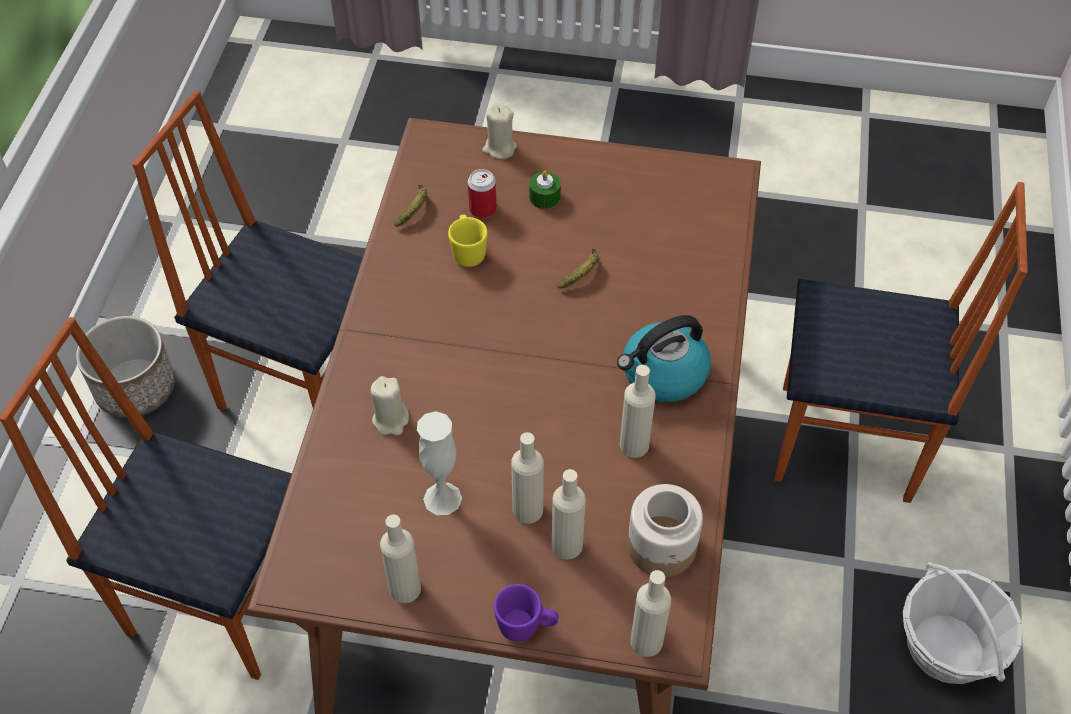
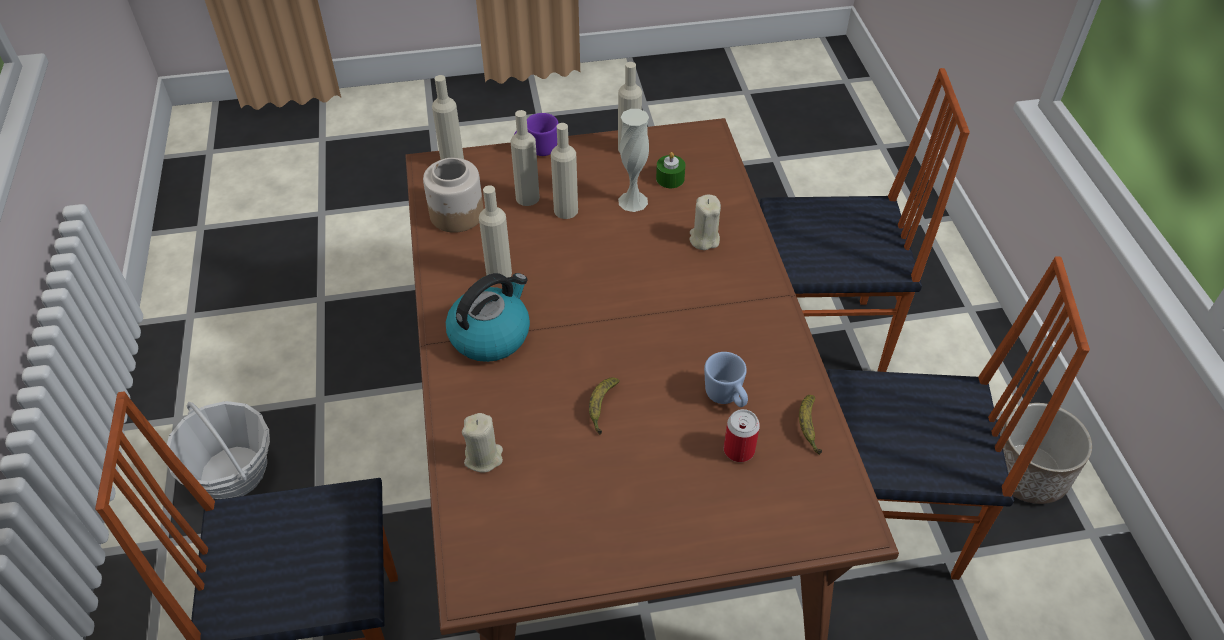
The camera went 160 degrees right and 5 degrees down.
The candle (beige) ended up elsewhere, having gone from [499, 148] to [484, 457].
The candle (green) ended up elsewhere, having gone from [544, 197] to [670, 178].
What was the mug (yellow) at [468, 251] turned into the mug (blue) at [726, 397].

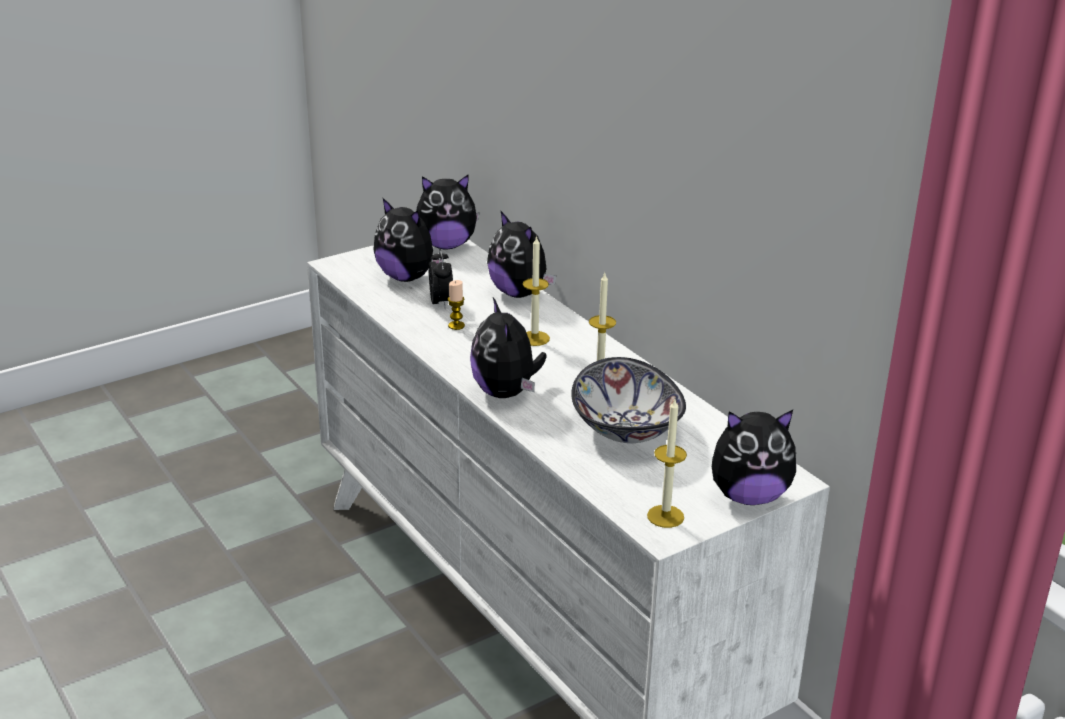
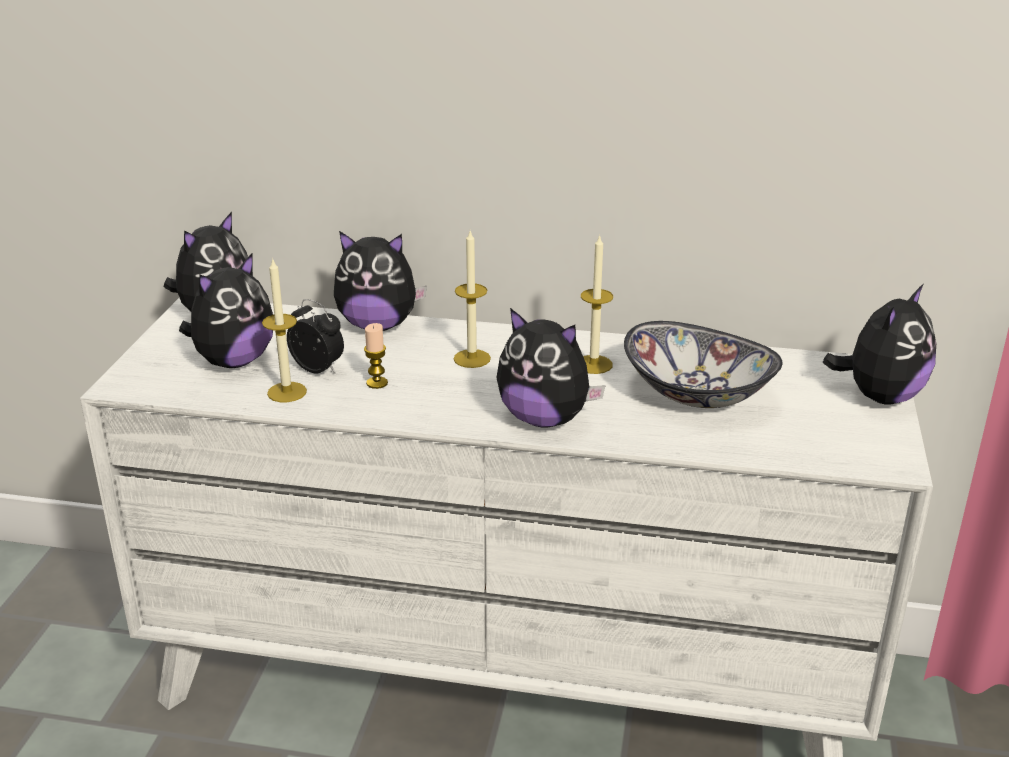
The camera went 45 degrees left and 0 degrees up.
The plush toy at [407, 277] ended up facing another way, 45 degrees counterclockwise from before.
The candle ended up elsewhere, having gone from [665, 516] to [287, 392].

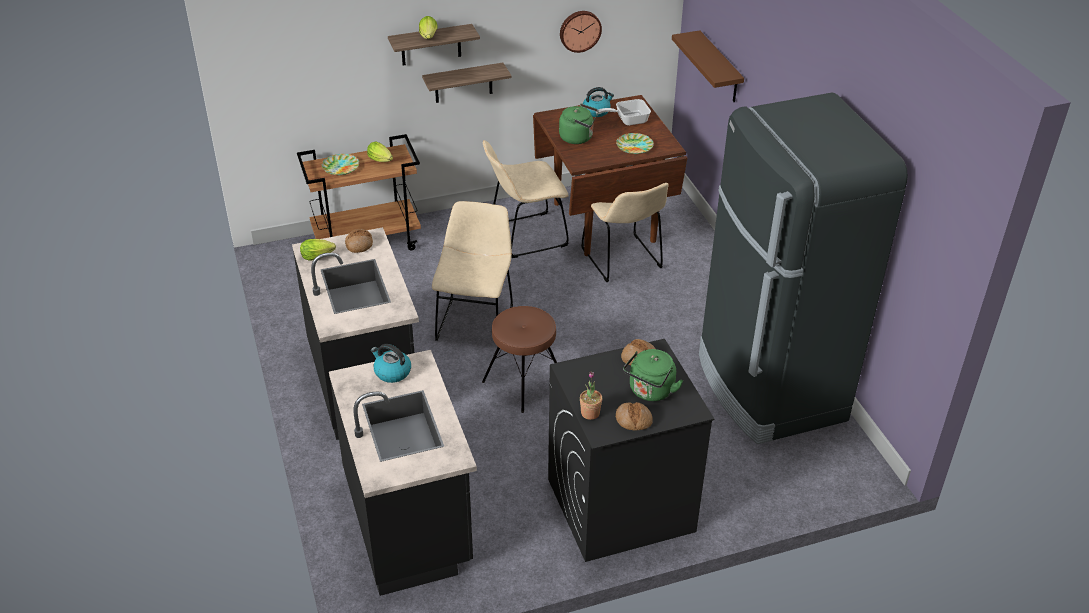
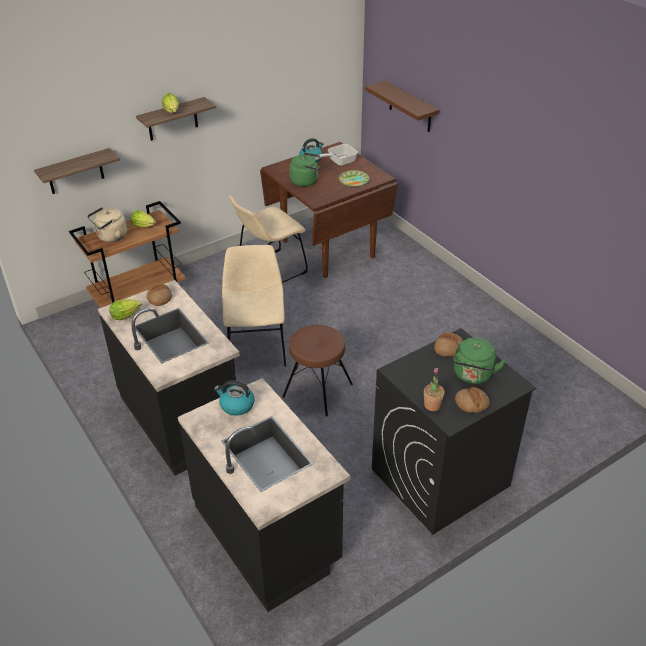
The camera went 15 degrees left and 0 degrees up.
The shelf ended up elsewhere, having gone from [463, 83] to [75, 172].
Where the plate stood at [340, 167], the kettle (beige) came to stand at [110, 237].
The second view lost the wall clock at [579, 30].
The second view lost the chair (beige) at [623, 261].
The second view lost the fridge (black) at [769, 388].

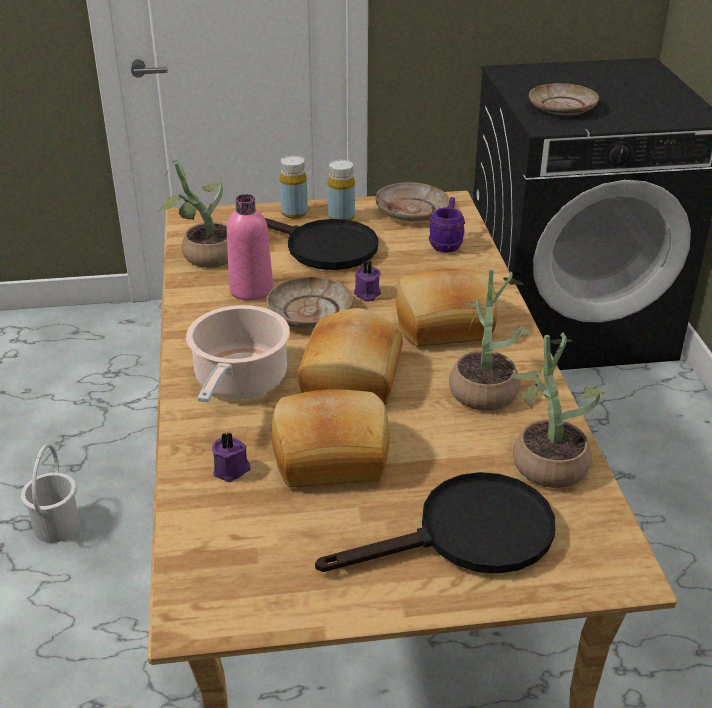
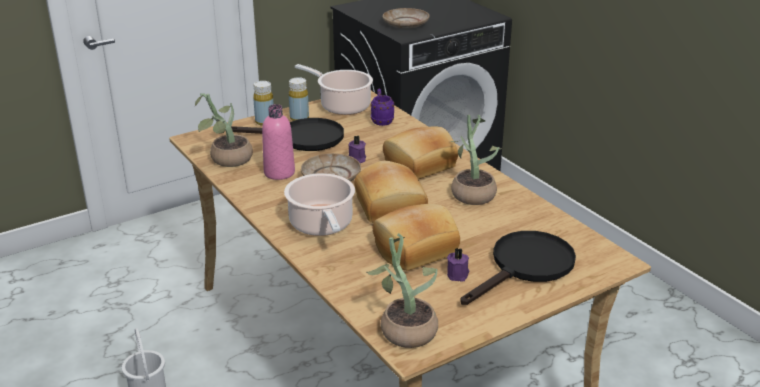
The camera went 25 degrees left and 5 degrees down.
Where the plate (beige) stood at [411, 211], the cooking pot came to stand at [342, 106].
The potted plant ended up elsewhere, having gone from [546, 459] to [404, 328].
The candle (purple) ended up elsewhere, having gone from [232, 470] to [458, 274].

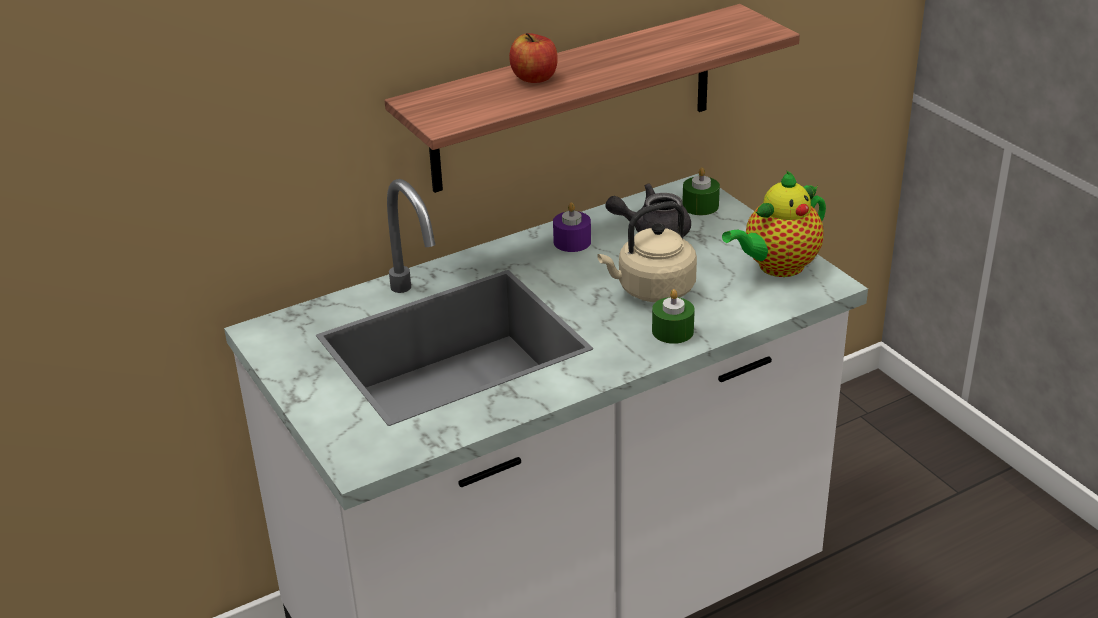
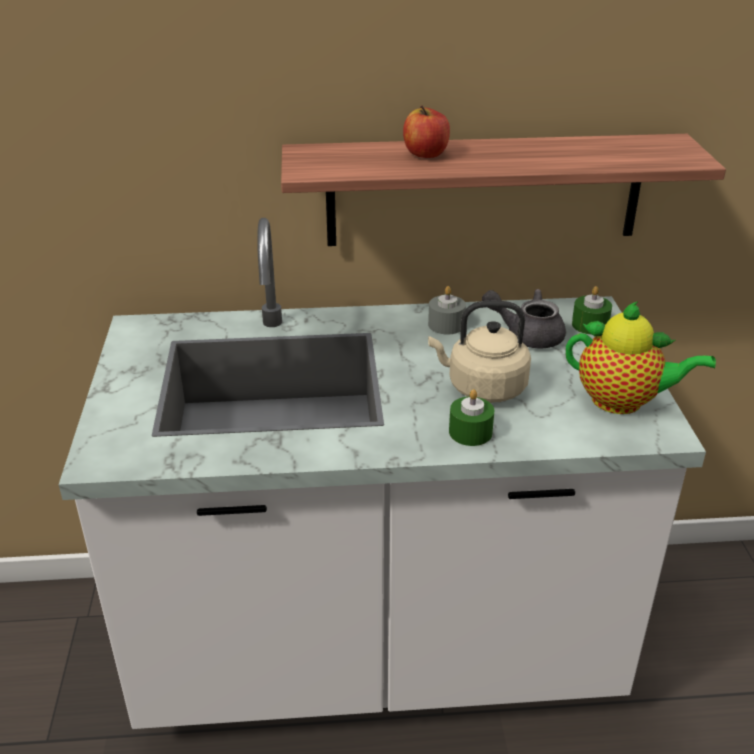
The camera went 25 degrees right and 0 degrees up.
What was the candle (purple) at [572, 242] turned into the candle (grey) at [446, 325].
The teapot at [777, 267] ended up facing another way, 150 degrees counterclockwise from before.

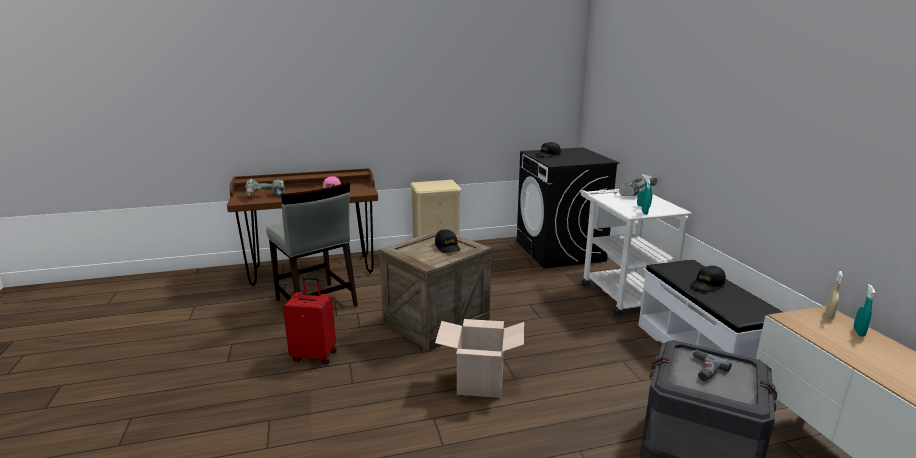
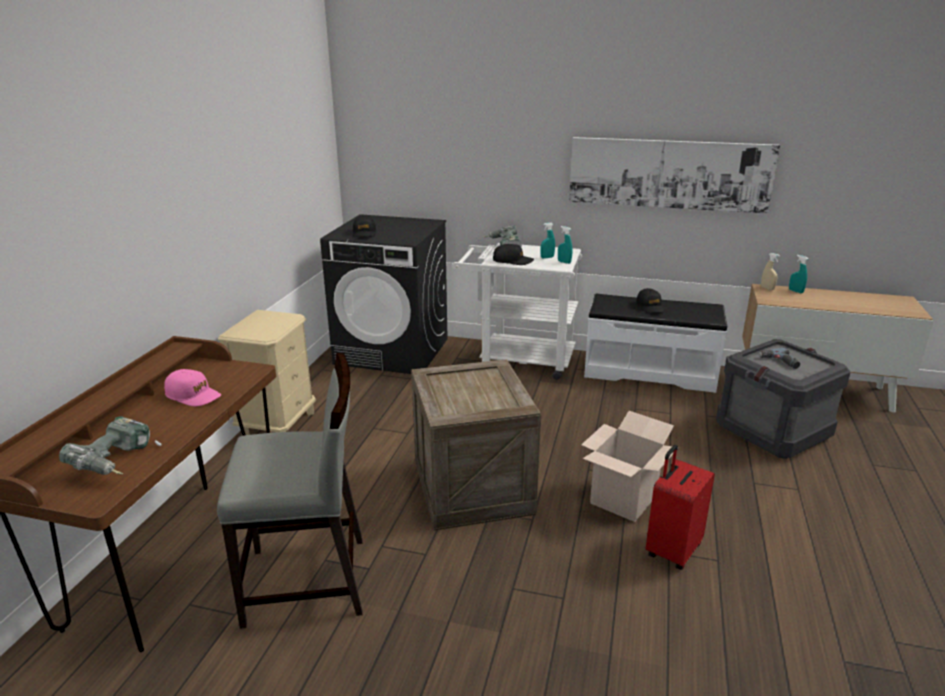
The camera went 60 degrees left and 5 degrees up.
The cap (black) ended up elsewhere, having gone from [447, 247] to [512, 261].
The second view gained the picture at [669, 174].
The suitcase (red) ended up elsewhere, having gone from [314, 355] to [672, 550].

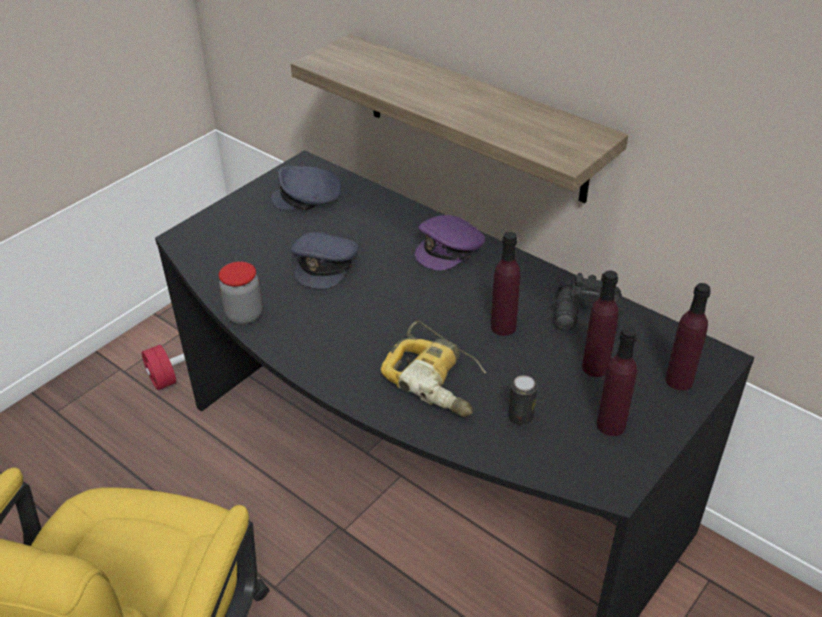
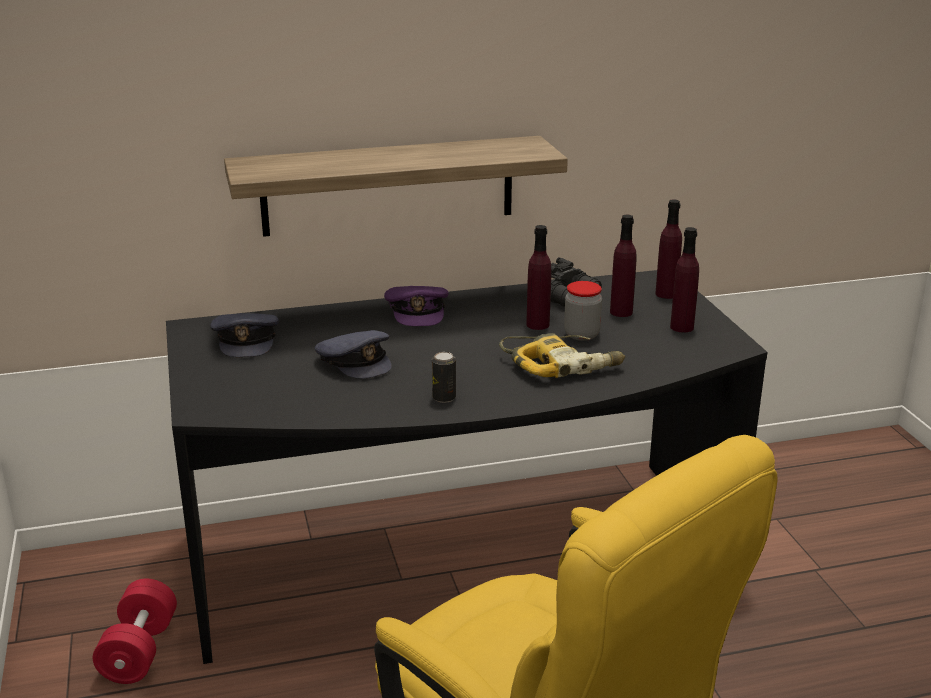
The camera went 55 degrees left and 15 degrees down.
The cap (grey) at [308, 198] ended up facing another way, 45 degrees counterclockwise from before.
The can ended up elsewhere, having gone from [520, 417] to [444, 398].
The jar ended up elsewhere, having gone from [244, 315] to [581, 335].

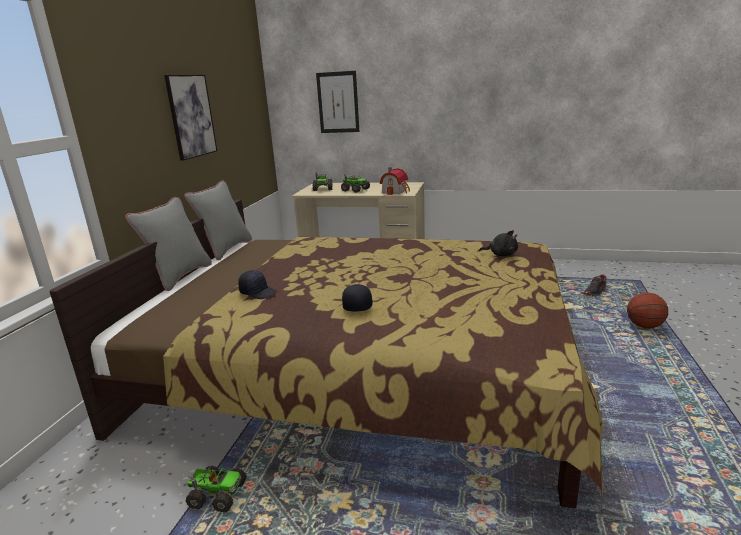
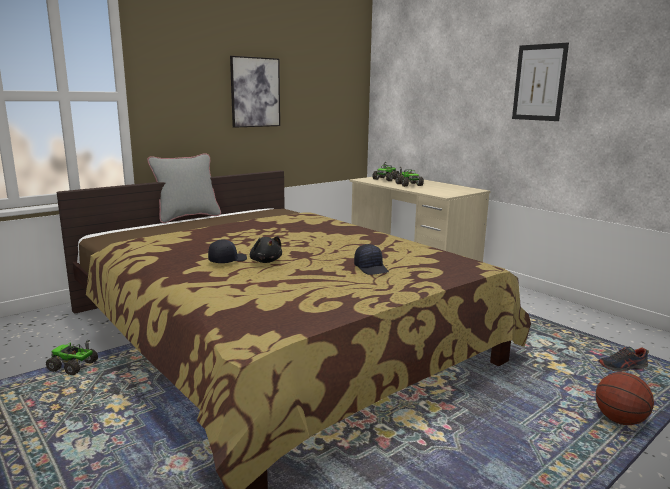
The camera went 35 degrees right and 5 degrees down.
The toy truck at [217, 495] ended up facing another way, 150 degrees clockwise from before.
The plush toy (black) ended up elsewhere, having gone from [501, 254] to [265, 261].
The cap (black) ended up elsewhere, having gone from [258, 292] to [371, 268].
The picture ended up elsewhere, having gone from [338, 102] to [539, 82].
The second view lost the pillow (grey) at [226, 249].
The second view lost the toy house at [396, 191].

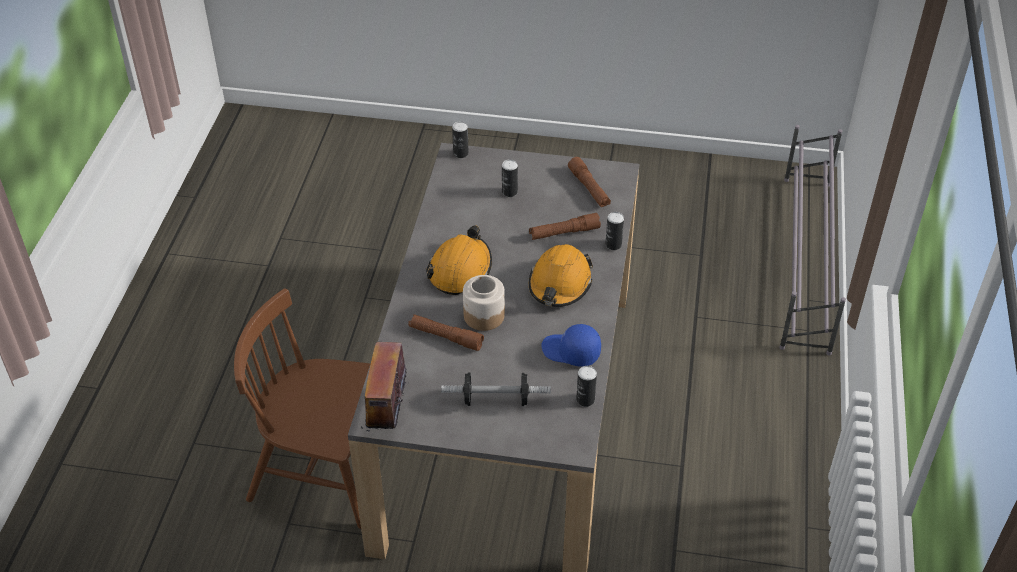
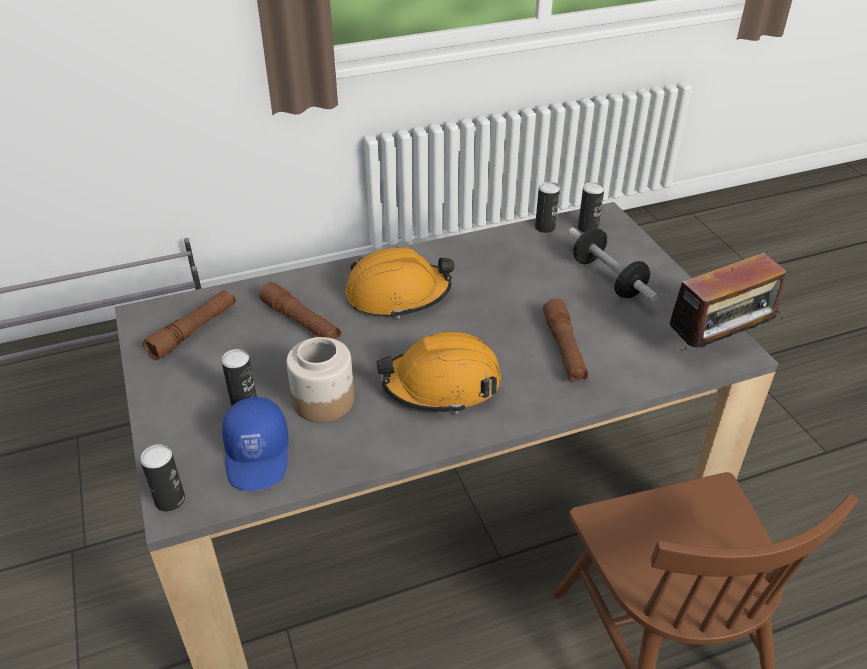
The camera went 120 degrees left and 5 degrees down.
The cap (blue) ended up elsewhere, having gone from [571, 352] to [258, 455].
The jar ended up elsewhere, having gone from [483, 315] to [323, 401].
The can ended up elsewhere, having gone from [613, 245] to [588, 228].

